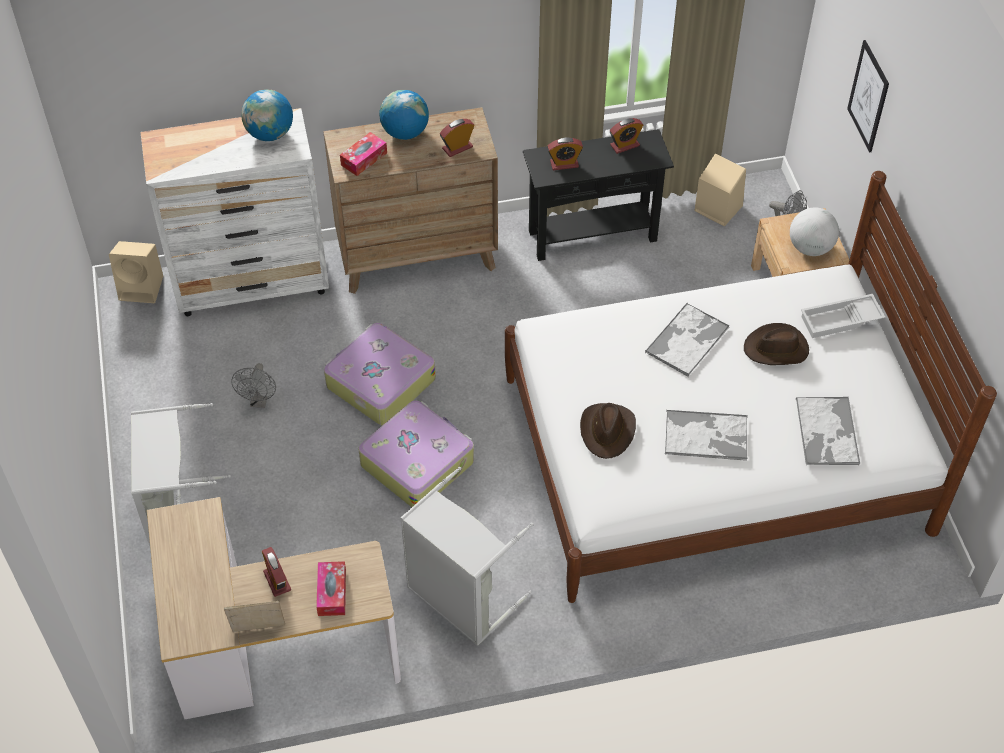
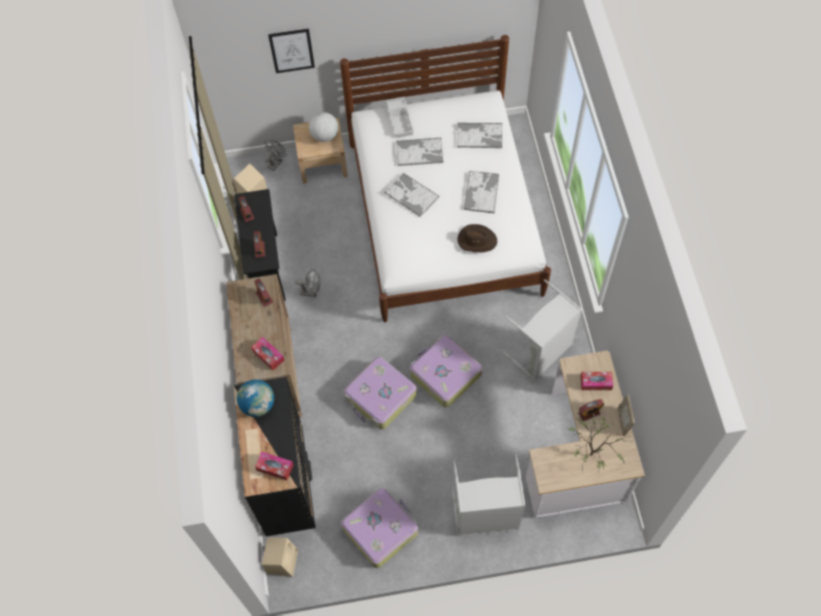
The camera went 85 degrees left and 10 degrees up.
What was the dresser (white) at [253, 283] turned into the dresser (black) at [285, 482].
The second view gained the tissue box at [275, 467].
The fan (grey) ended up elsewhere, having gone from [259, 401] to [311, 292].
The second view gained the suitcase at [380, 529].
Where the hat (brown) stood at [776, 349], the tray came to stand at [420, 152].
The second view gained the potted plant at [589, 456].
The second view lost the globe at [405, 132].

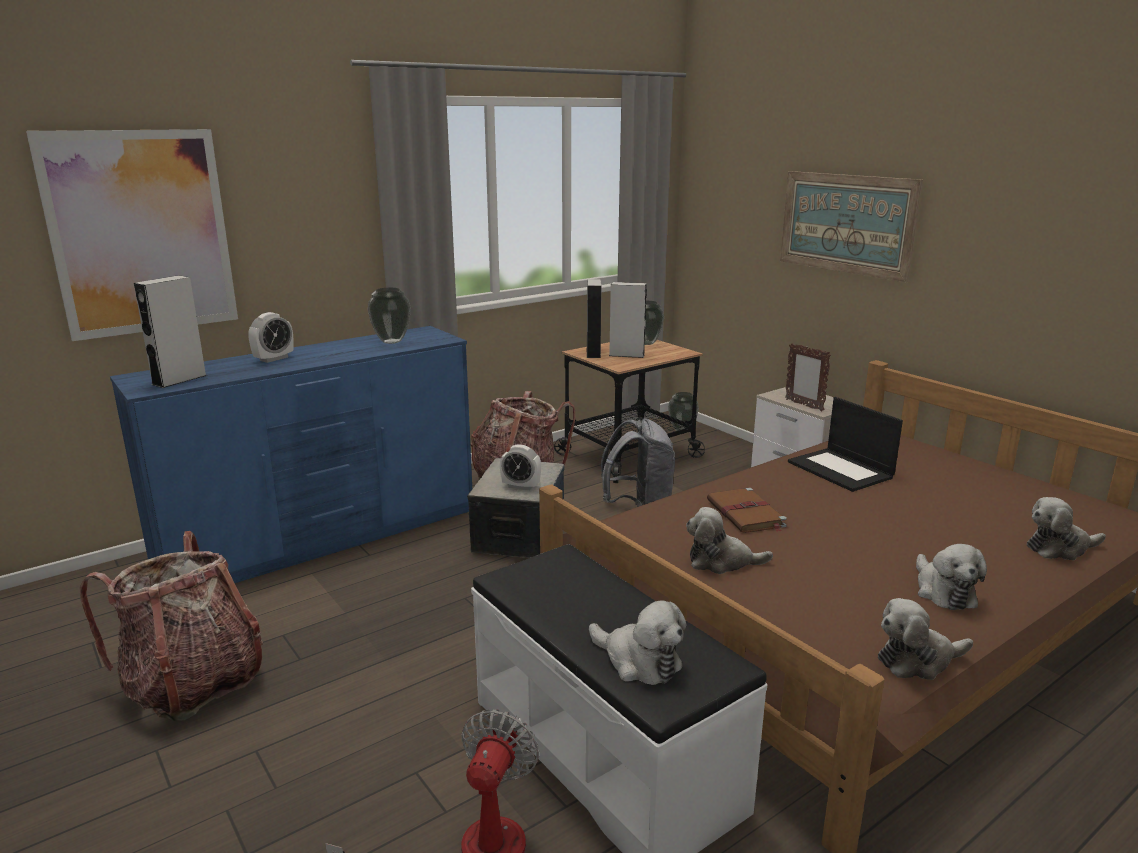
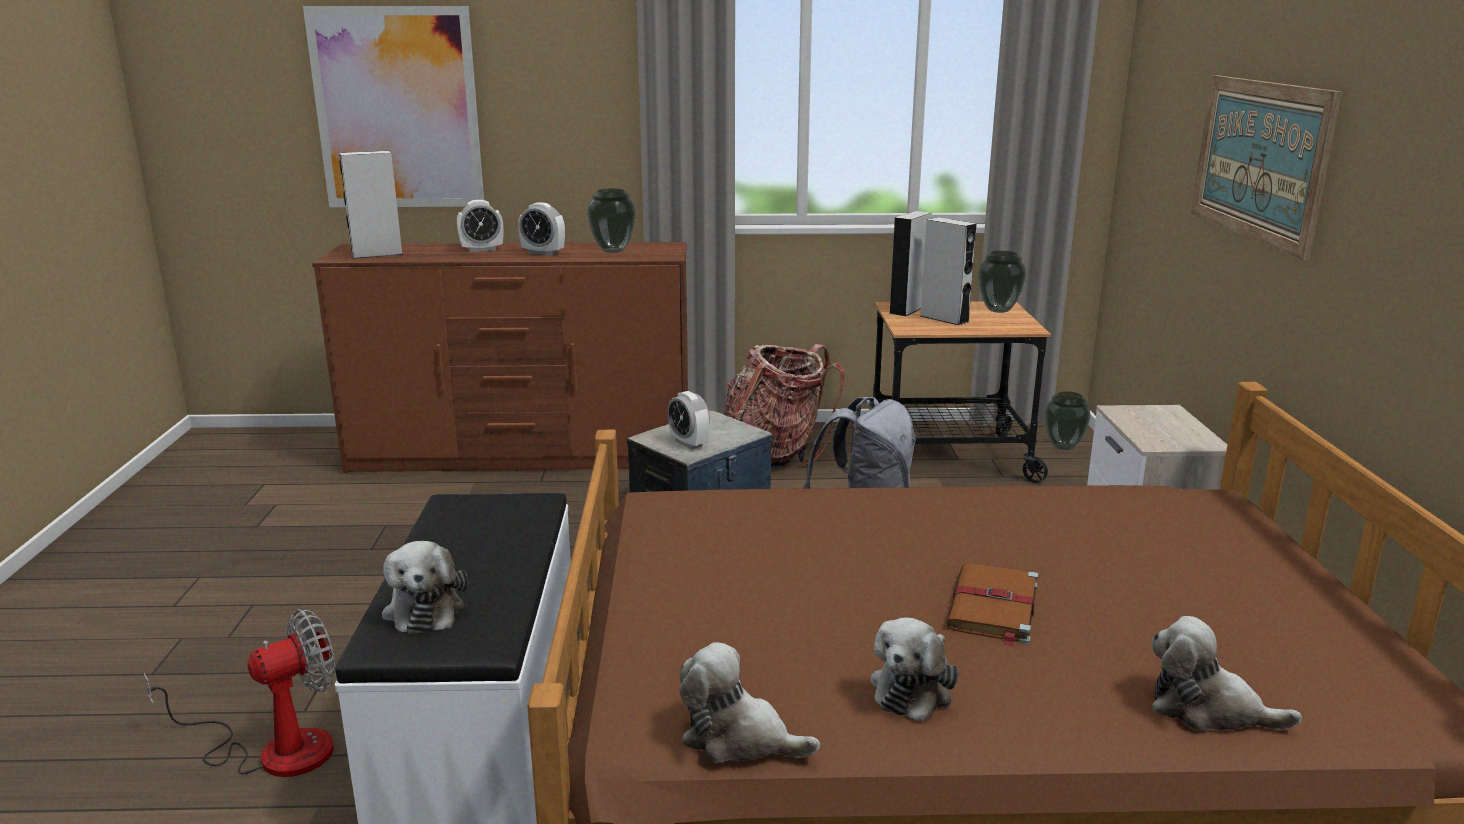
The camera went 35 degrees right and 0 degrees up.
What was the dresser (blue) at [324, 539] turned into the dresser (brown) at [523, 456].
The second view gained the alarm clock at [543, 253].
The book (brown) ended up elsewhere, having gone from [746, 514] to [993, 608].
The second view lost the backpack at [193, 683].
The second view lost the plush toy at [721, 561].
The second view lost the picture frame at [803, 405].
The second view lost the laptop at [841, 470].

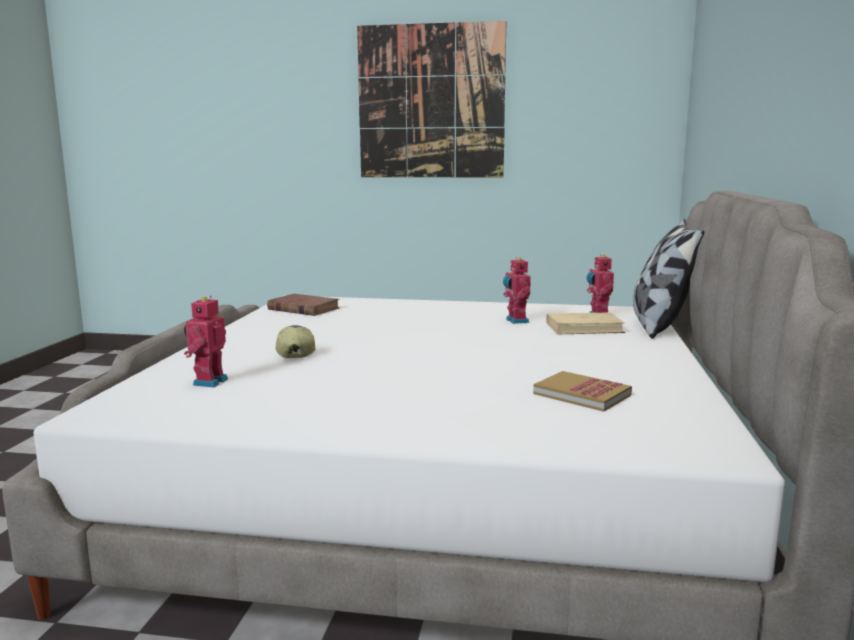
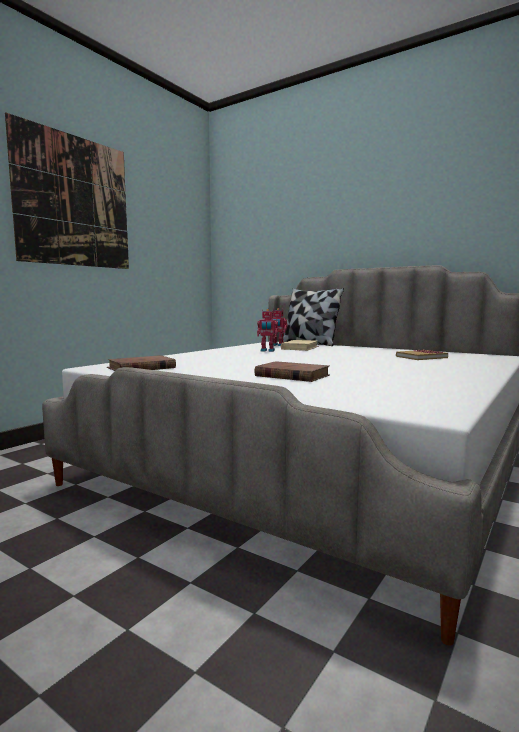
The camera went 65 degrees left and 5 degrees down.
Where the cap stood at [295, 353], the book (brown) came to stand at [291, 376].
The second view lost the toy robot at [208, 382].

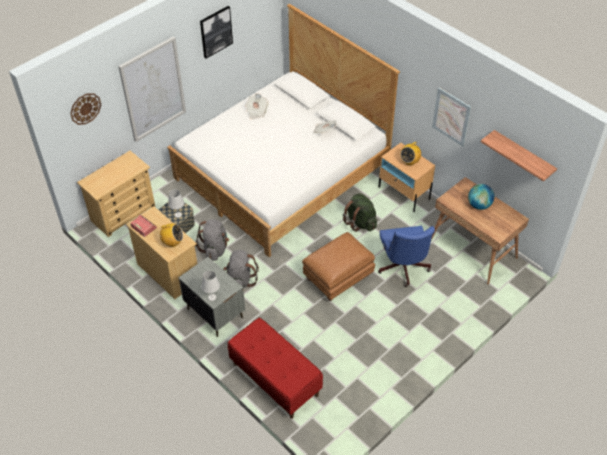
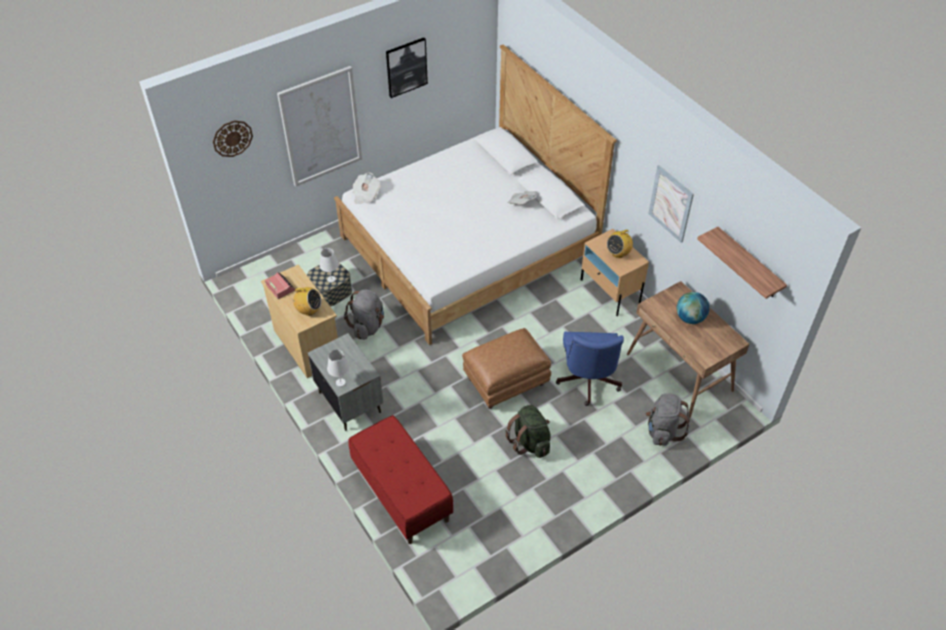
The camera went 10 degrees right and 0 degrees up.
The newspaper ended up elsewhere, having gone from [256, 112] to [365, 195].
The backpack (green) ended up elsewhere, having gone from [360, 222] to [530, 442].
The backpack (grey) ended up elsewhere, having gone from [240, 280] to [663, 430].
The second view lost the dresser (beige) at [123, 213].

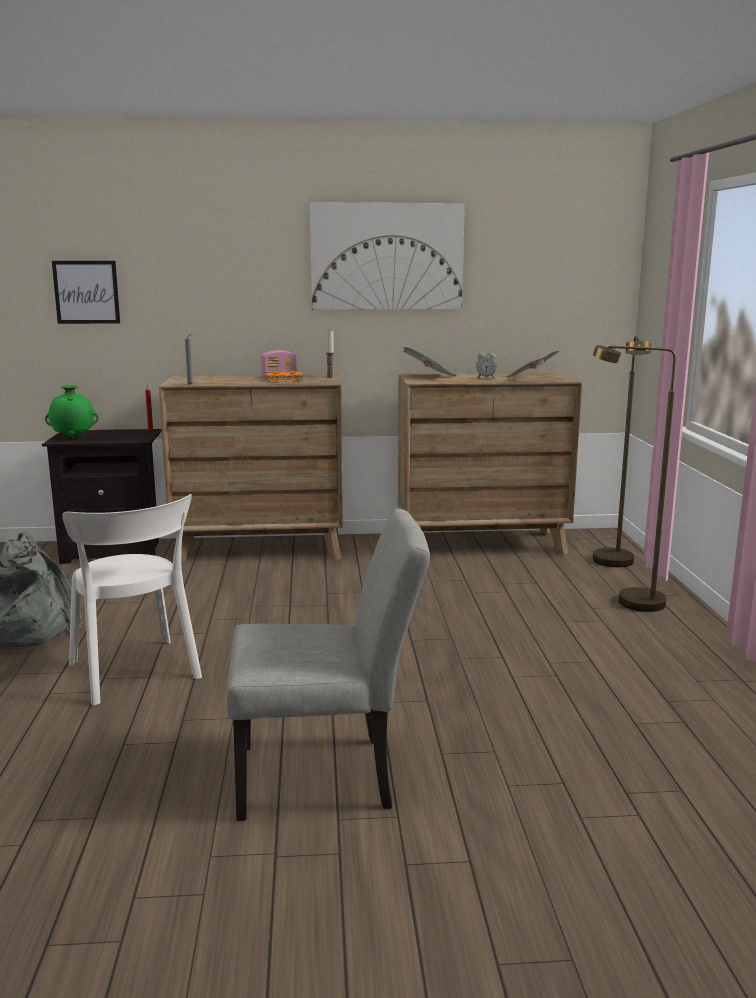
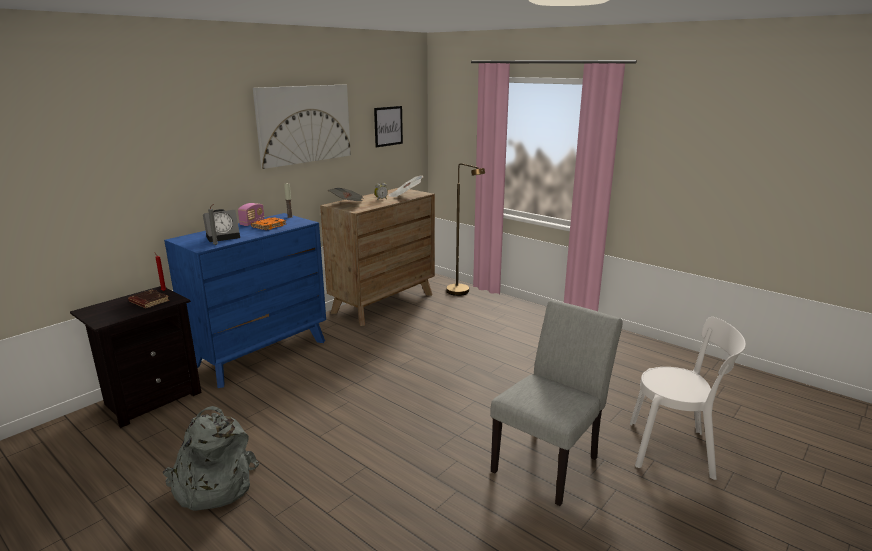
The camera went 45 degrees left and 5 degrees up.
The second view gained the book (brown) at [148, 302].
What was the dresser (brown) at [260, 549] turned into the dresser (blue) at [260, 354].
The second view gained the alarm clock at [224, 237].
The picture ended up elsewhere, having gone from [86, 292] to [388, 126].
The chair (white) ended up elsewhere, having gone from [136, 673] to [675, 449].
The second view lost the vase (green) at [74, 437].
The second view lost the floor lamp (brown) at [627, 601].

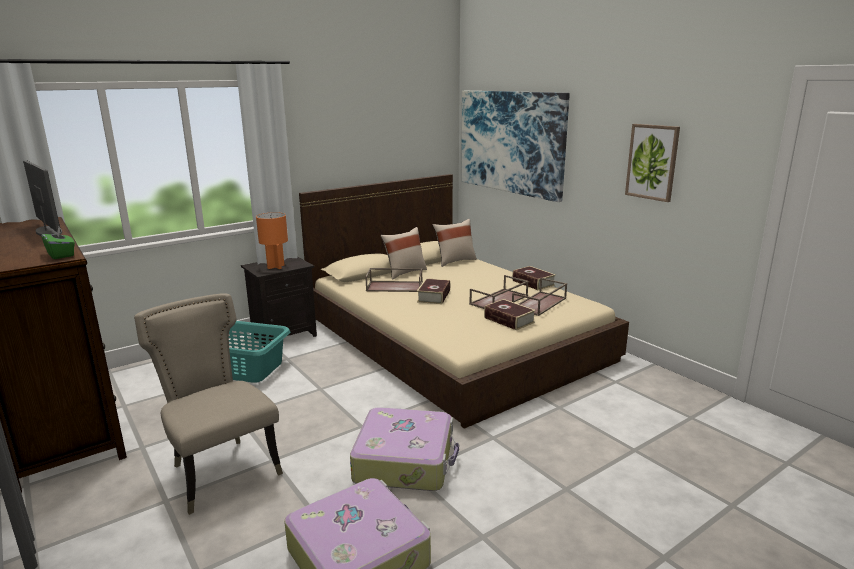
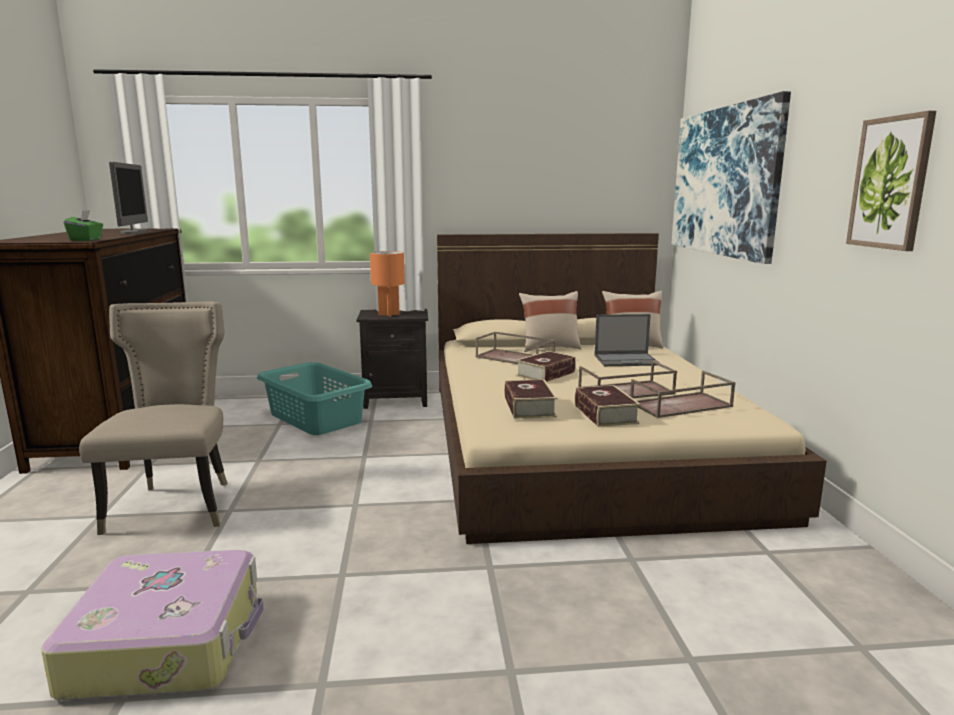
The camera went 30 degrees right and 5 degrees down.
The book ended up elsewhere, having gone from [533, 283] to [529, 407].
The second view gained the laptop at [627, 360].
The second view lost the suitcase at [405, 460].

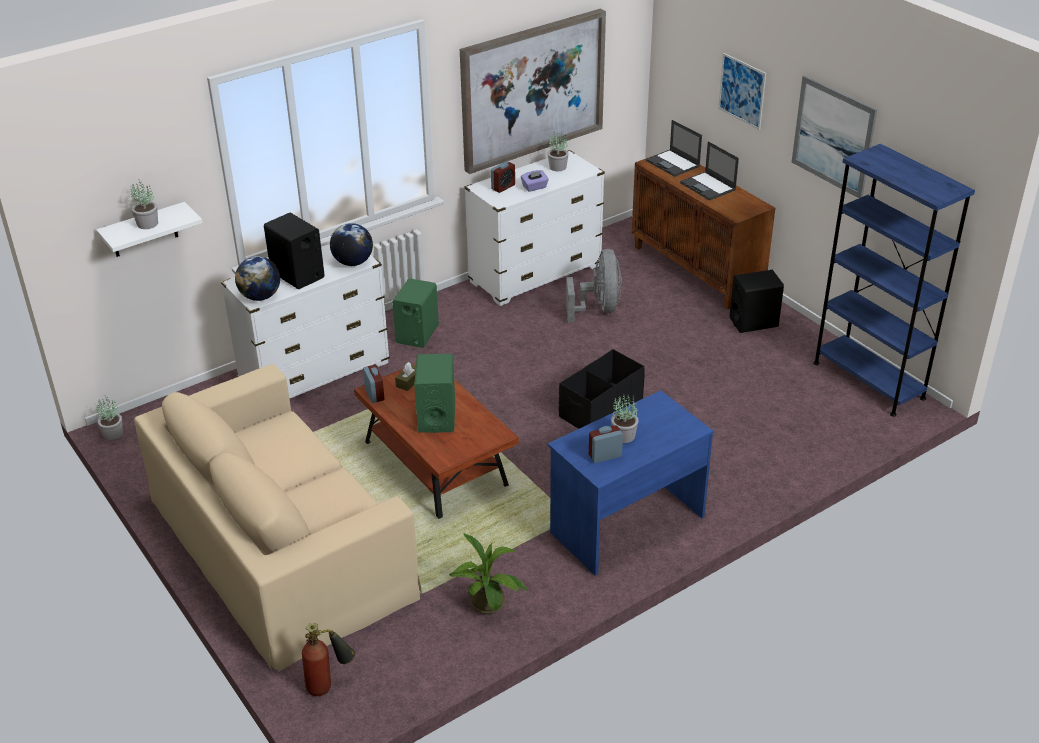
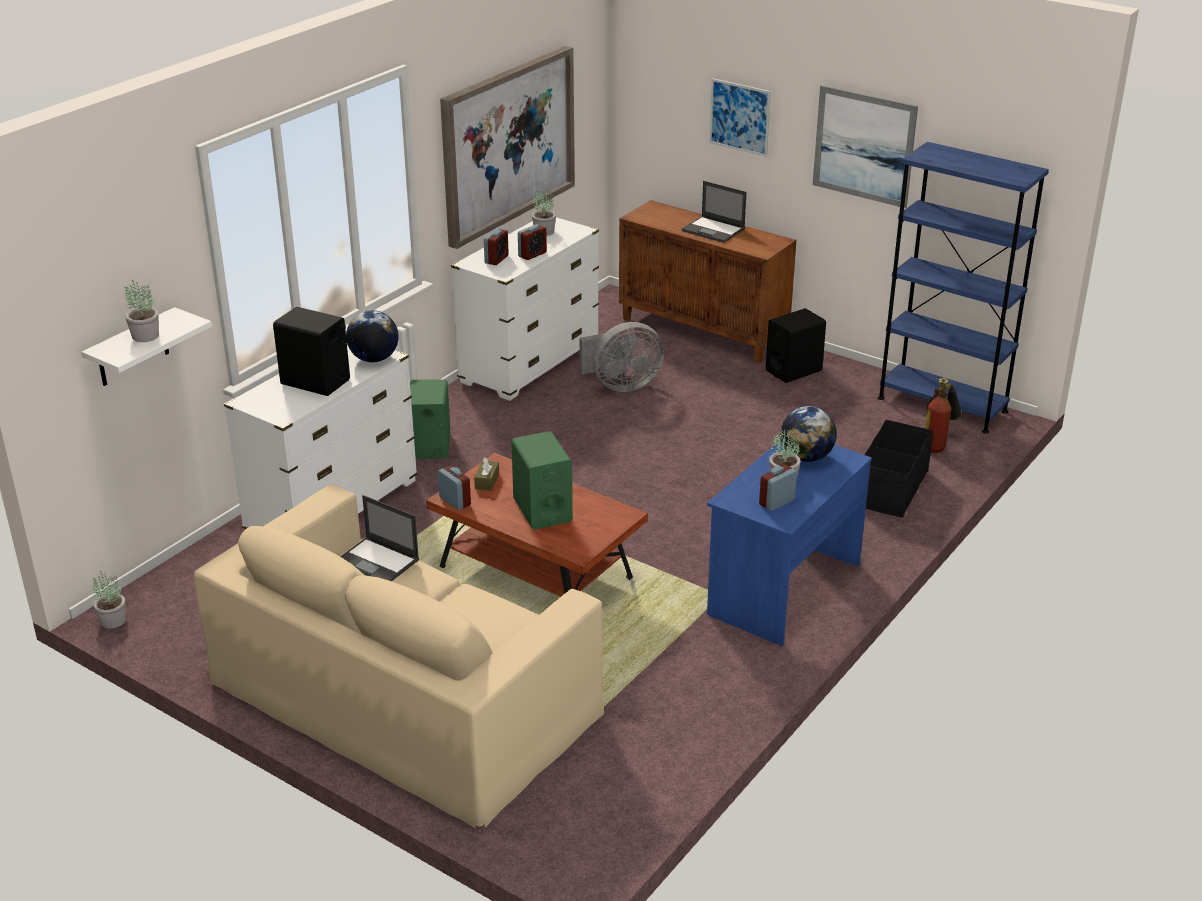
The camera went 20 degrees left and 5 degrees down.
The laptop ended up elsewhere, having gone from [673, 163] to [377, 562].
Where the tissue box (purple) stood at [534, 187], the alarm clock came to stand at [532, 254].
The fan (grey) at [598, 308] ended up facing another way, 90 degrees clockwise from before.
The globe ended up elsewhere, having gone from [260, 297] to [806, 457].
The storage box (black) ended up elsewhere, having gone from [600, 408] to [890, 488].
The fire extinguisher ended up elsewhere, having gone from [329, 684] to [939, 445].
The second view lost the potted plant at [489, 606].

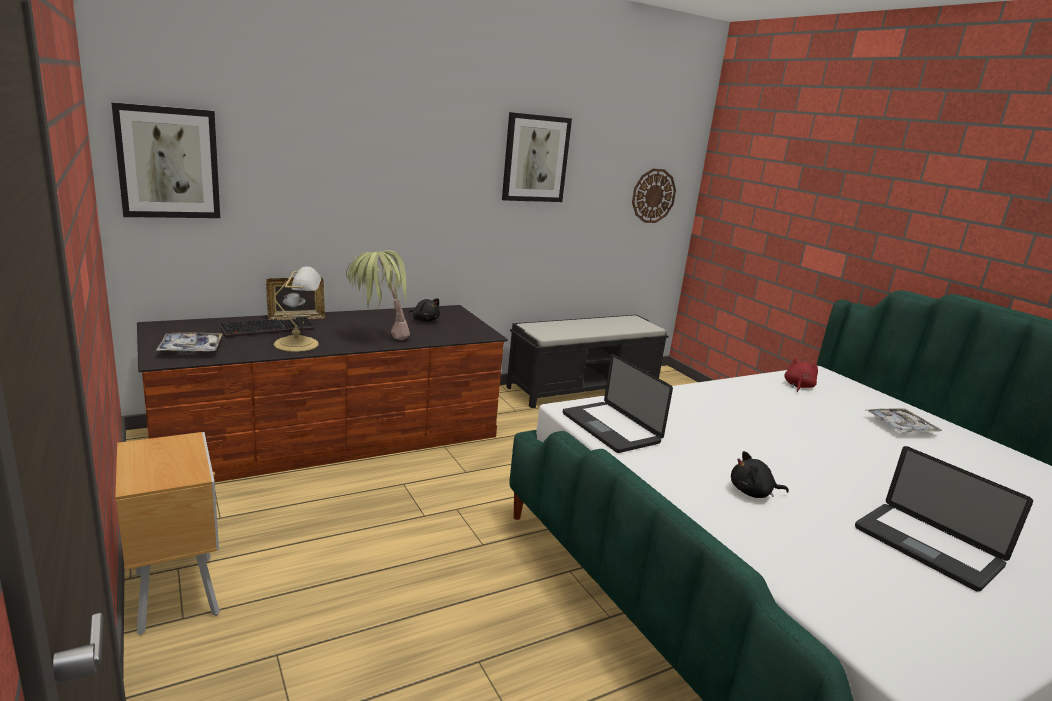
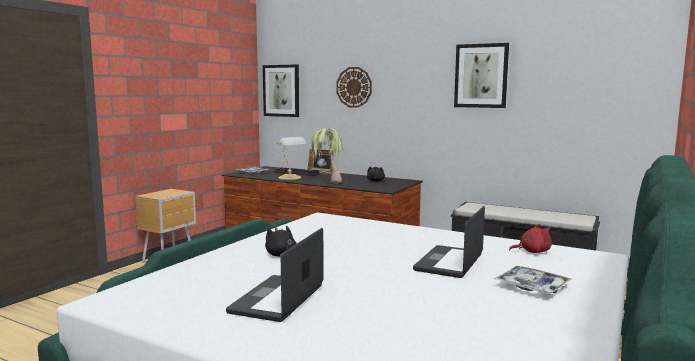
The camera went 60 degrees right and 10 degrees down.
The wall clock ended up elsewhere, having gone from [653, 196] to [354, 87].
The laptop ended up elsewhere, having gone from [610, 428] to [449, 262].

